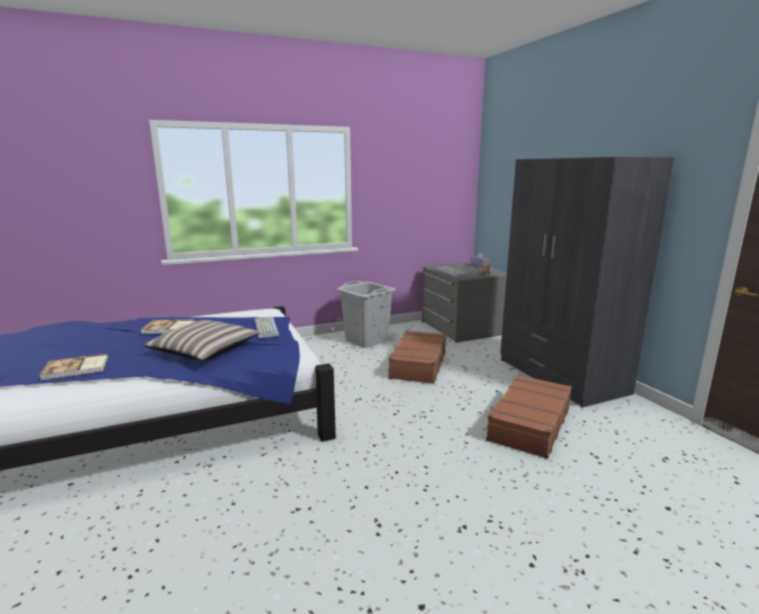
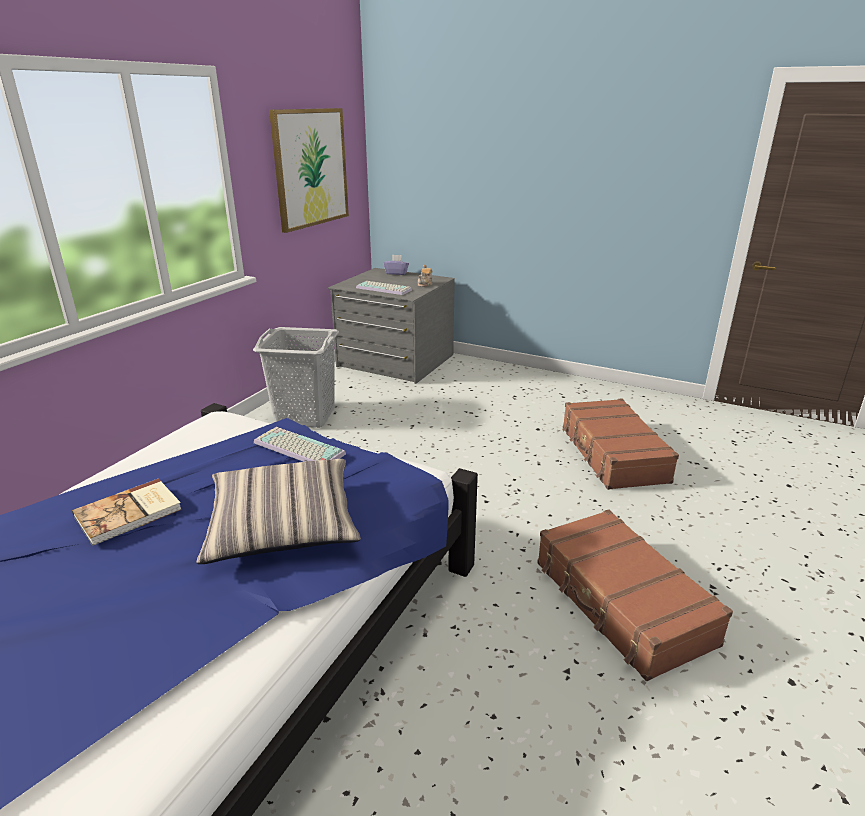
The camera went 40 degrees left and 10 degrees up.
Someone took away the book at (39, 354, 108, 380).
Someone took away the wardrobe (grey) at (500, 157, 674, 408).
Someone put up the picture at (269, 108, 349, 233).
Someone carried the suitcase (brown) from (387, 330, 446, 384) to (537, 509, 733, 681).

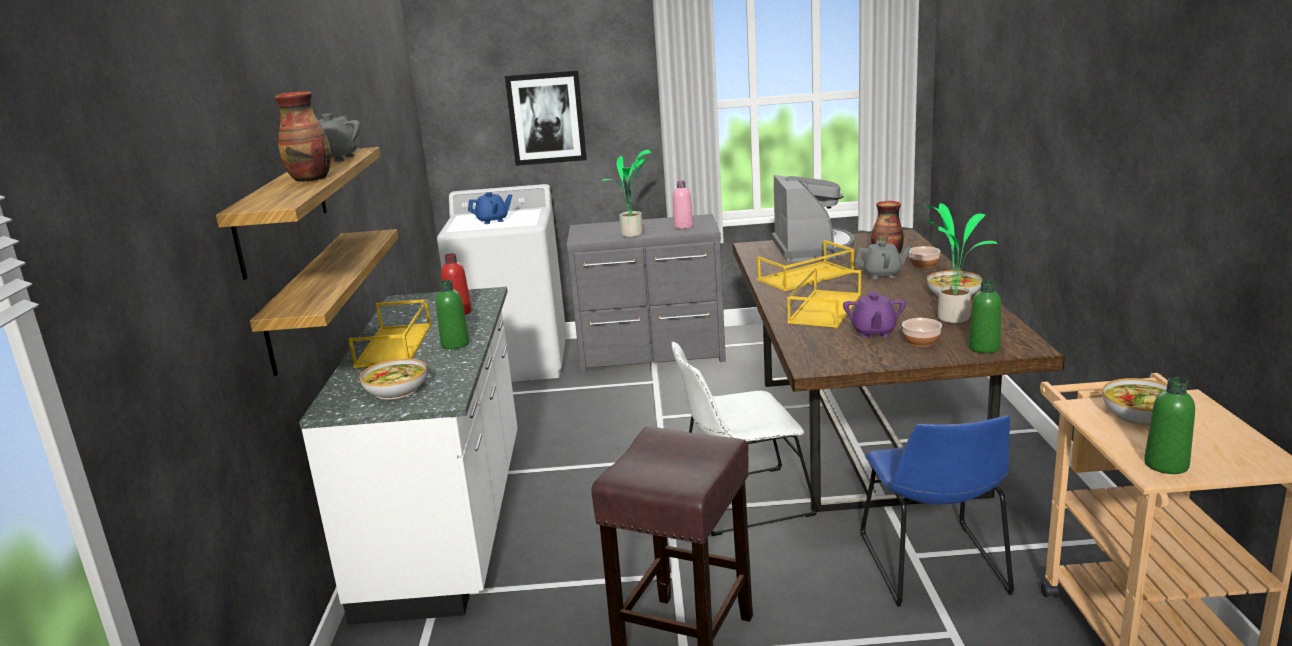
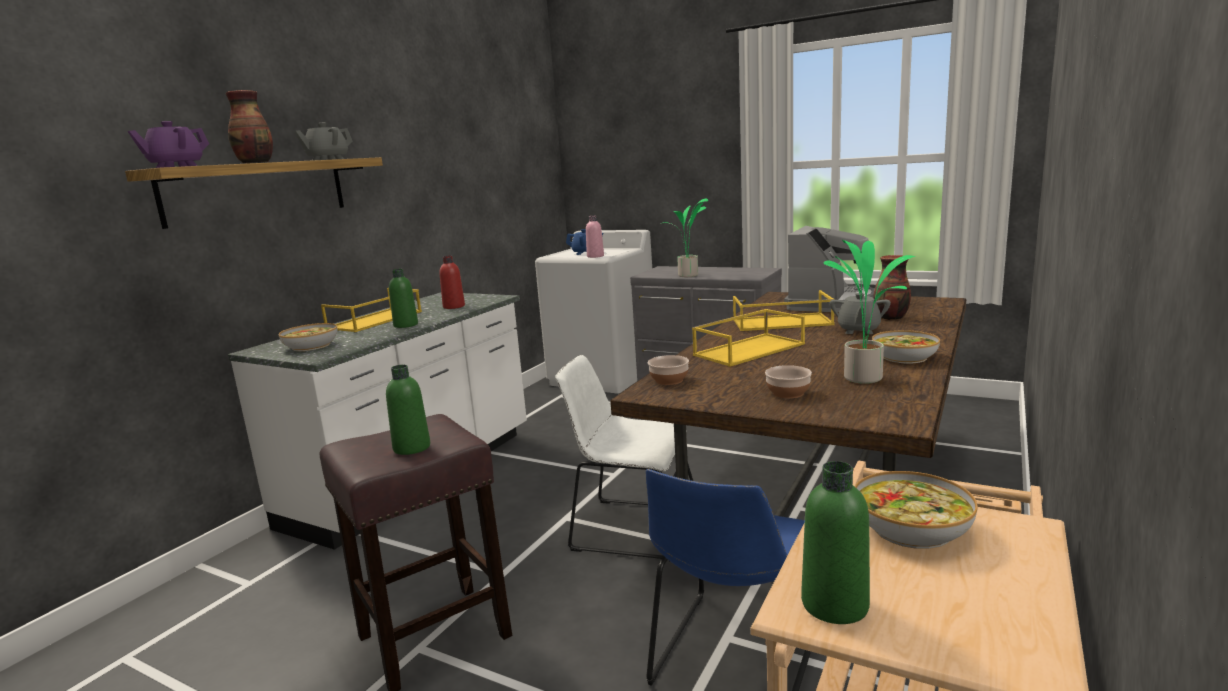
The camera went 30 degrees right and 5 degrees down.
Someone took away the shelf at (250, 229, 398, 376).
Someone took away the picture at (505, 70, 587, 166).
Someone carried the bottle (pink) from (673, 181, 693, 229) to (586, 216, 604, 258).
Someone carried the teapot (purple) from (843, 291, 906, 338) to (128, 121, 209, 168).
Someone carried the bowl from (909, 246, 940, 268) to (648, 355, 689, 385).
Someone carried the bottle (green) from (969, 280, 1001, 353) to (386, 365, 430, 455).
Someone rotated the teapot (grey) at (854, 241, 911, 279) by 75 degrees clockwise.

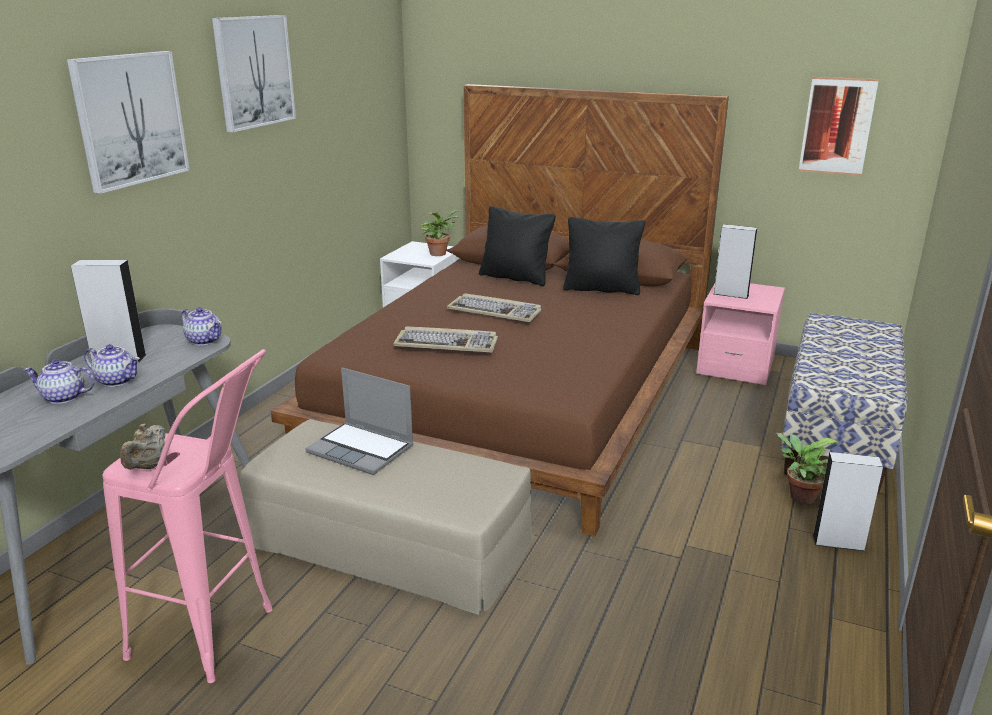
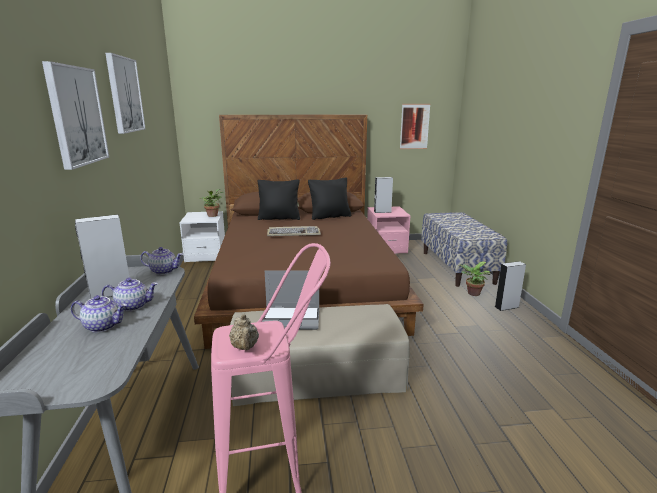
The camera went 30 degrees left and 5 degrees down.
Someone took away the keyboard at (393, 326, 498, 353).
Someone rotated the teapot at (23, 359, 95, 404) by 150 degrees counterclockwise.

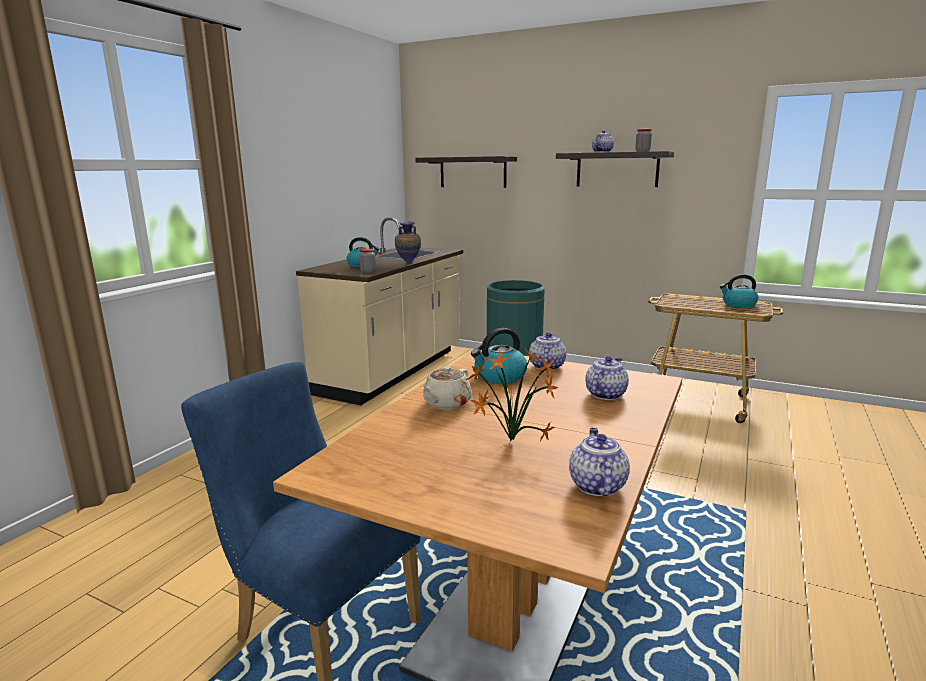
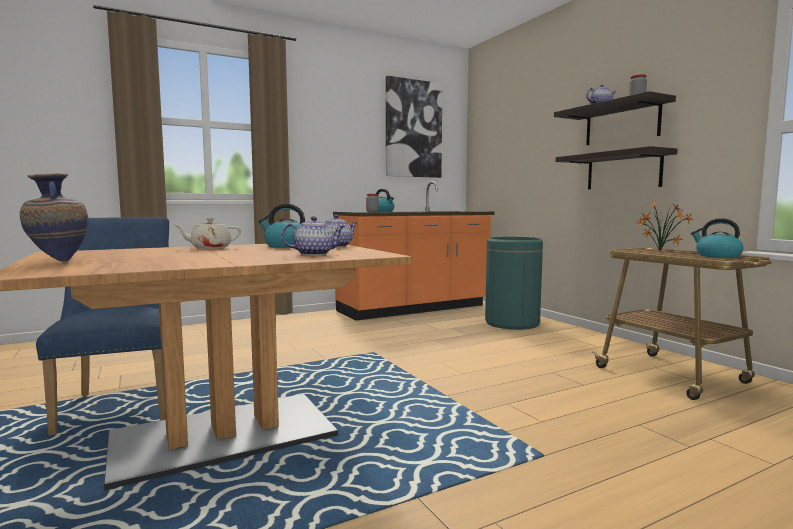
The camera went 35 degrees right and 10 degrees down.
Someone took away the teapot at (569, 428, 630, 496).
Someone put up the picture at (386, 76, 442, 178).
Someone carried the vase from (395, 221, 421, 263) to (20, 173, 89, 262).
Someone carried the shelf from (415, 156, 517, 188) to (556, 146, 678, 189).
Someone carried the potted plant from (465, 348, 559, 442) to (636, 200, 693, 252).
Someone repainted the counter (beige) at (296, 217, 463, 405), which became the counter (orange) at (333, 182, 494, 321).

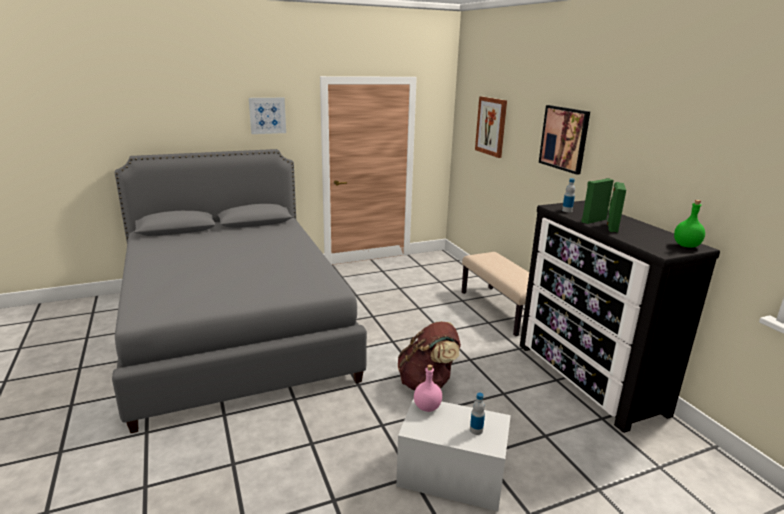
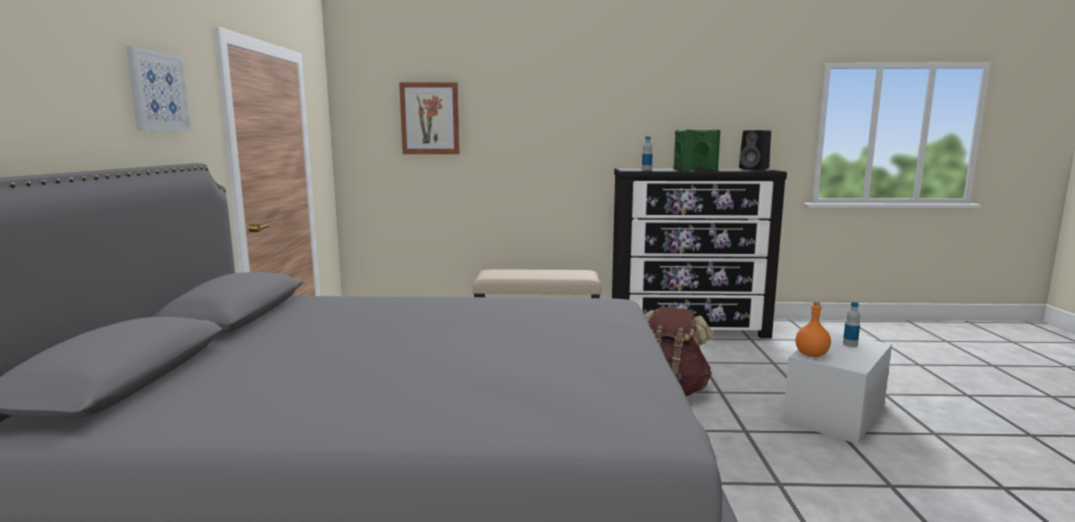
The camera went 65 degrees left and 10 degrees down.
Someone took away the picture at (539, 105, 590, 175).
Someone swapped the bottle (green) at (674, 200, 705, 248) for the speaker (black) at (739, 130, 771, 169).
Someone repainted the bottle (pink) at (414, 365, 442, 412), which became the bottle (orange) at (796, 301, 831, 357).

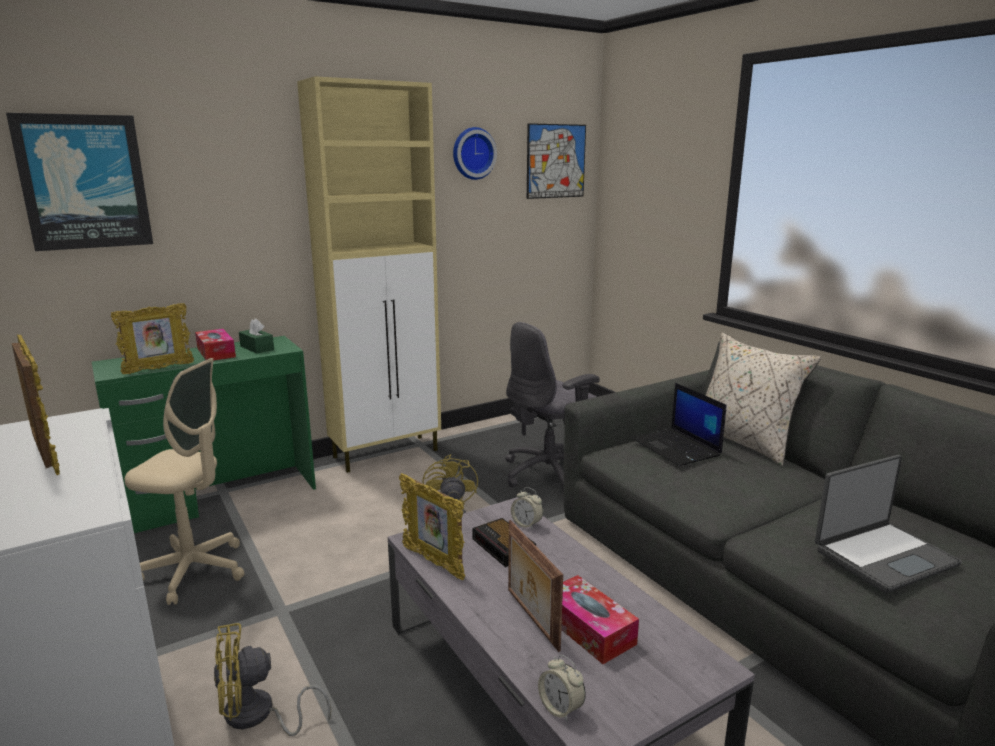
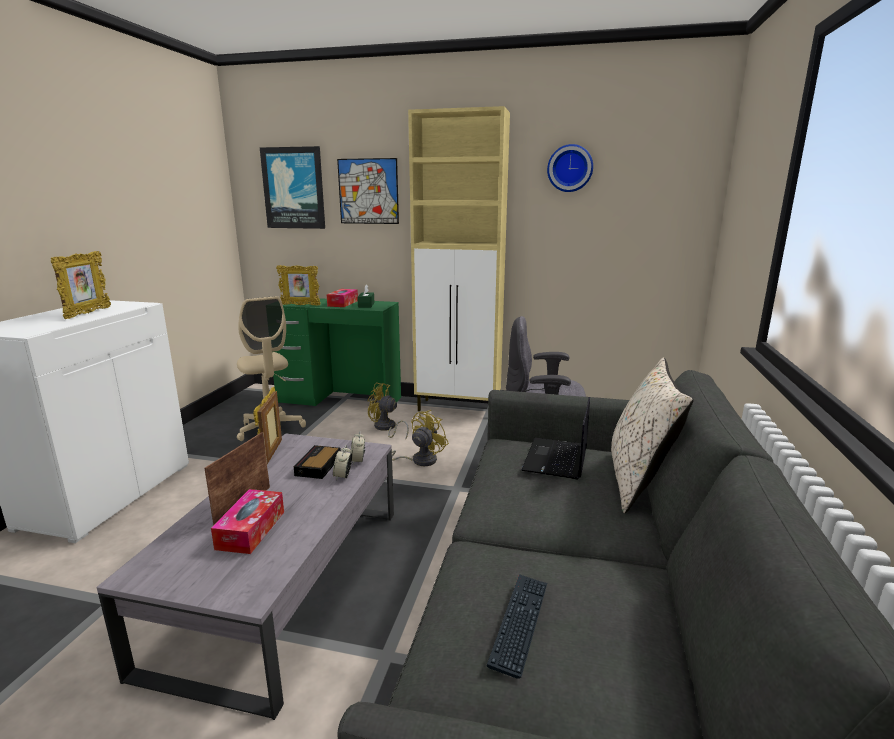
The camera went 45 degrees right and 0 degrees up.
Someone carried the fan (yellow) from (214, 623, 331, 736) to (368, 382, 409, 439).
Someone carried the picture from (527, 123, 586, 199) to (337, 158, 399, 224).
Someone carried the alarm clock from (538, 655, 586, 722) to (333, 445, 352, 481).
Someone swapped the laptop at (815, 455, 962, 593) for the keyboard at (487, 574, 547, 679).

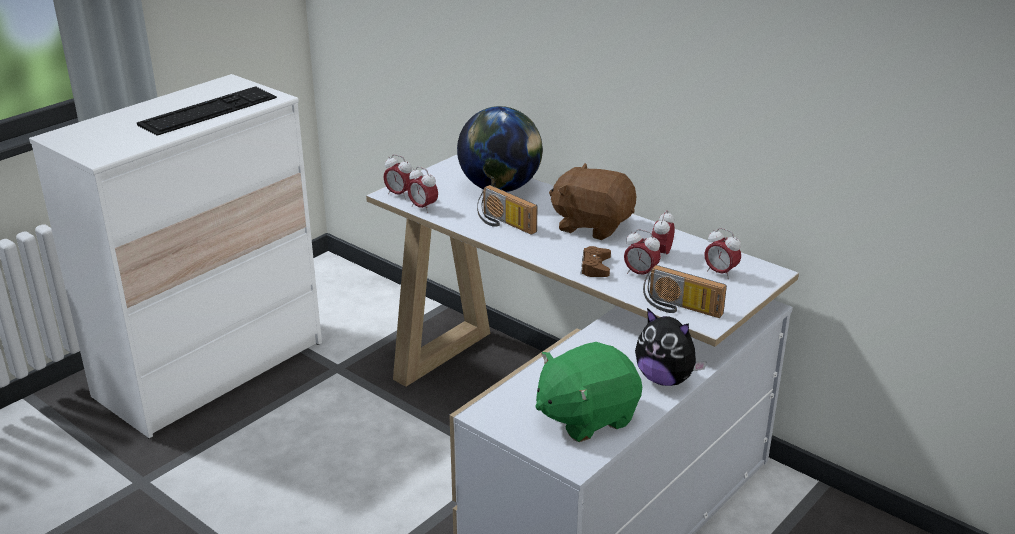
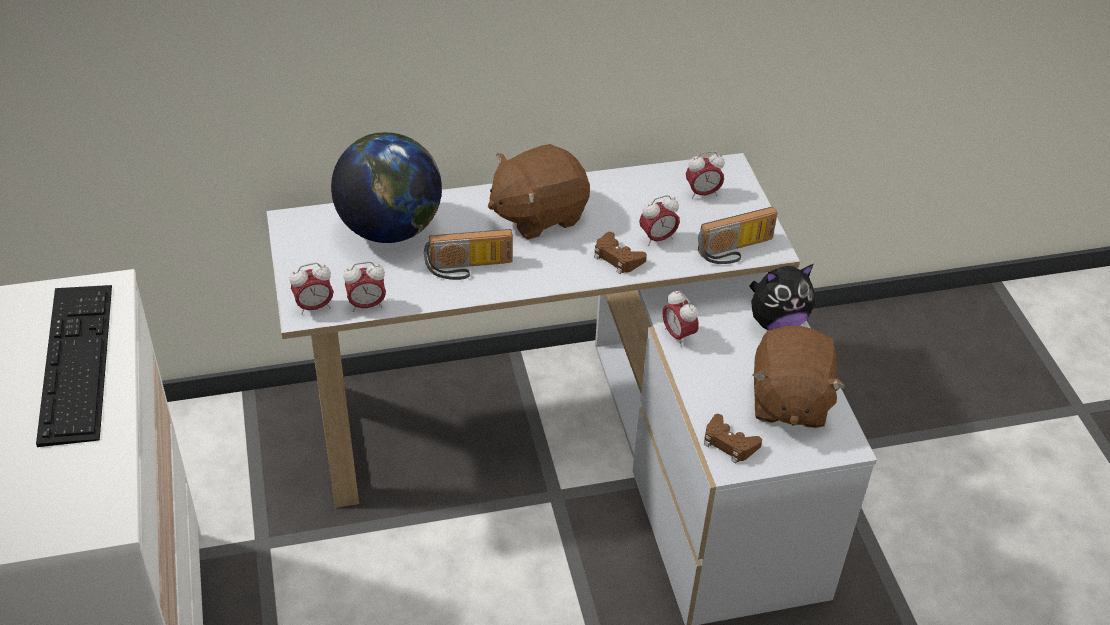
The camera went 55 degrees left and 15 degrees up.
Someone put down the game controller (brown) at (704, 414, 762, 463).
Someone carried the alarm clock from (651, 210, 675, 255) to (663, 290, 699, 346).
Someone repainted the plush toy (green) at (536, 342, 642, 442), which became the plush toy (brown) at (753, 326, 846, 428).

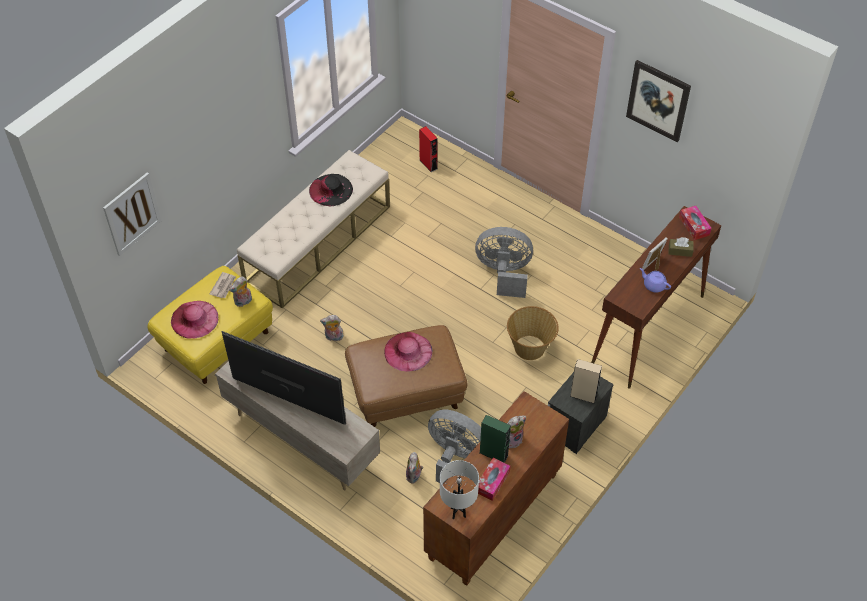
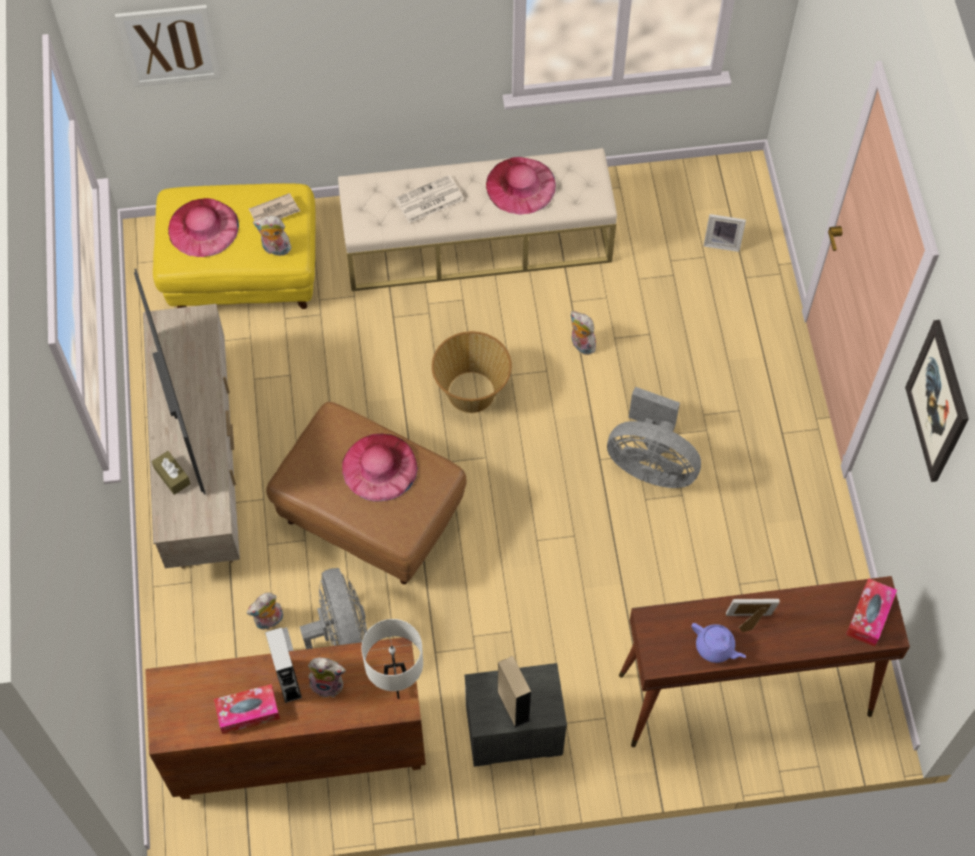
The camera went 45 degrees right and 10 degrees up.
Someone put down the newspaper at (395, 175, 464, 223).
Someone carried the plush toy from (320, 315, 344, 341) to (571, 311, 597, 355).
Someone carried the table lamp (white) from (440, 460, 479, 520) to (361, 619, 423, 699).
Someone carried the basket from (507, 306, 559, 360) to (432, 331, 512, 413).
Someone carried the tissue box (brown) from (669, 237, 694, 257) to (152, 451, 191, 495).
Someone swapped the speaker (red) at (419, 126, 437, 172) for the picture frame at (704, 214, 746, 252).
Someone repainted the hat (black) at (309, 174, 353, 206), which became the hat (pink) at (486, 157, 556, 215).
Someone repainted the speaker (green) at (479, 415, 511, 463), which became the speaker (grey) at (265, 627, 302, 703).
Someone rotated the fan (grey) at (475, 227, 533, 298) by 150 degrees clockwise.
Someone rotated the teapot (purple) at (640, 268, 671, 292) by 135 degrees clockwise.

